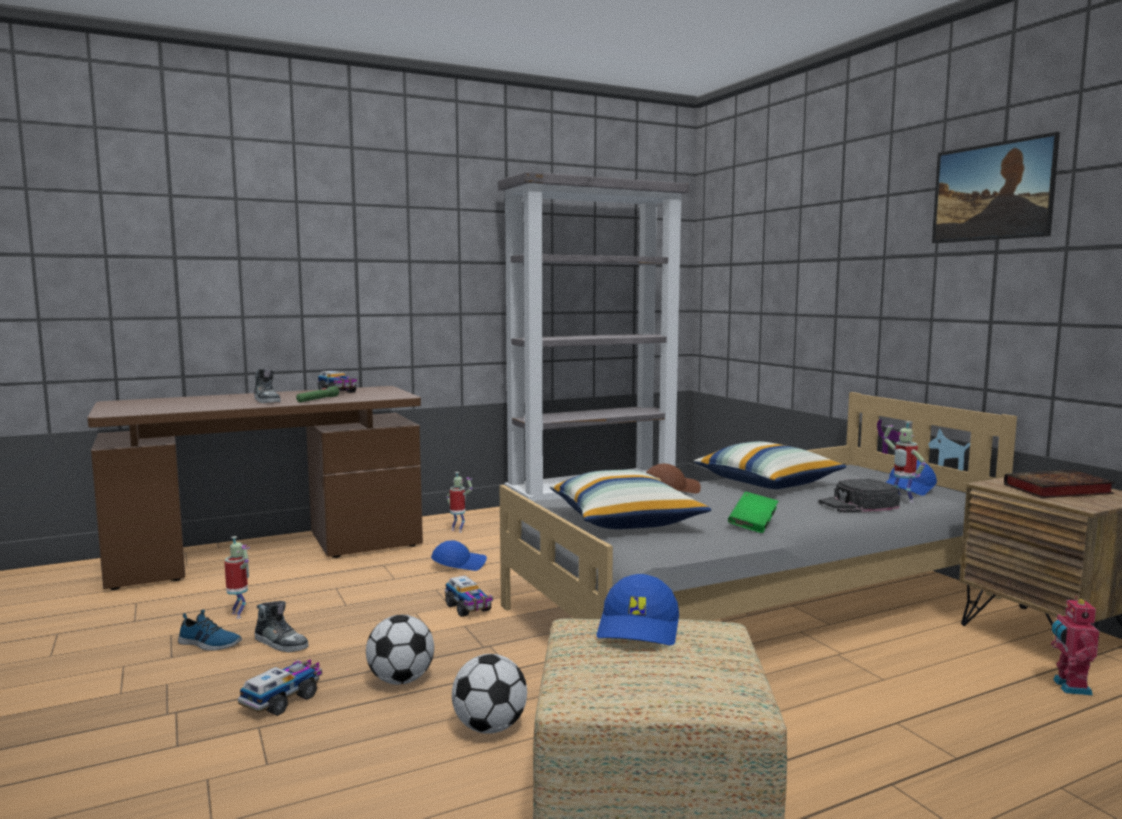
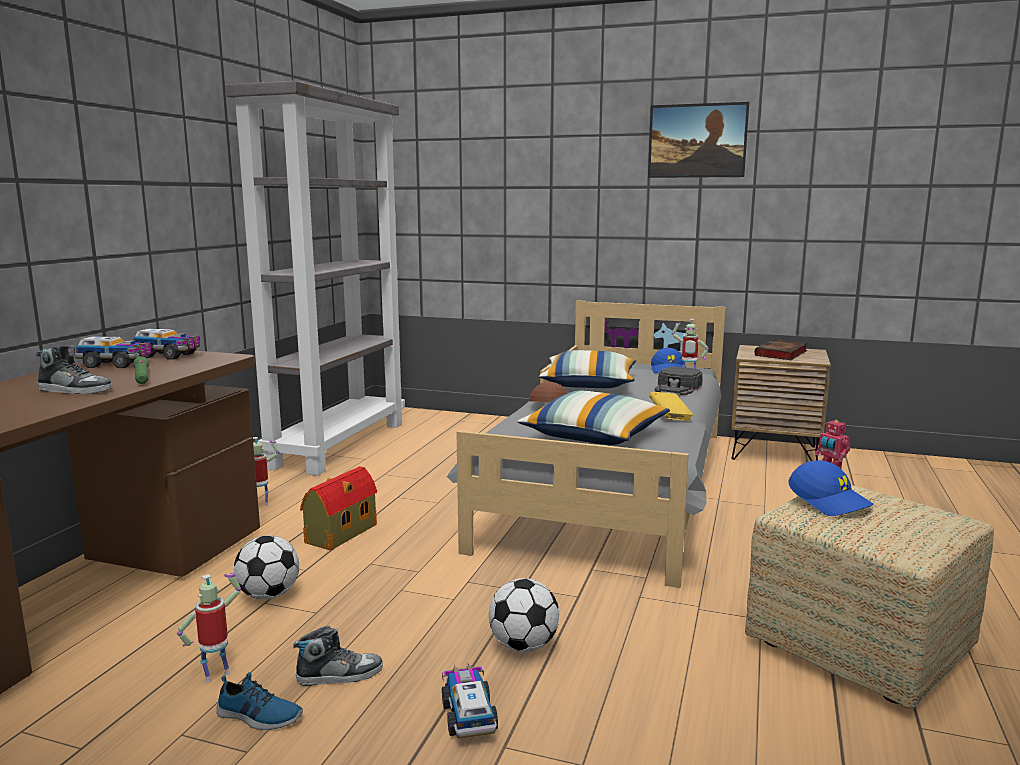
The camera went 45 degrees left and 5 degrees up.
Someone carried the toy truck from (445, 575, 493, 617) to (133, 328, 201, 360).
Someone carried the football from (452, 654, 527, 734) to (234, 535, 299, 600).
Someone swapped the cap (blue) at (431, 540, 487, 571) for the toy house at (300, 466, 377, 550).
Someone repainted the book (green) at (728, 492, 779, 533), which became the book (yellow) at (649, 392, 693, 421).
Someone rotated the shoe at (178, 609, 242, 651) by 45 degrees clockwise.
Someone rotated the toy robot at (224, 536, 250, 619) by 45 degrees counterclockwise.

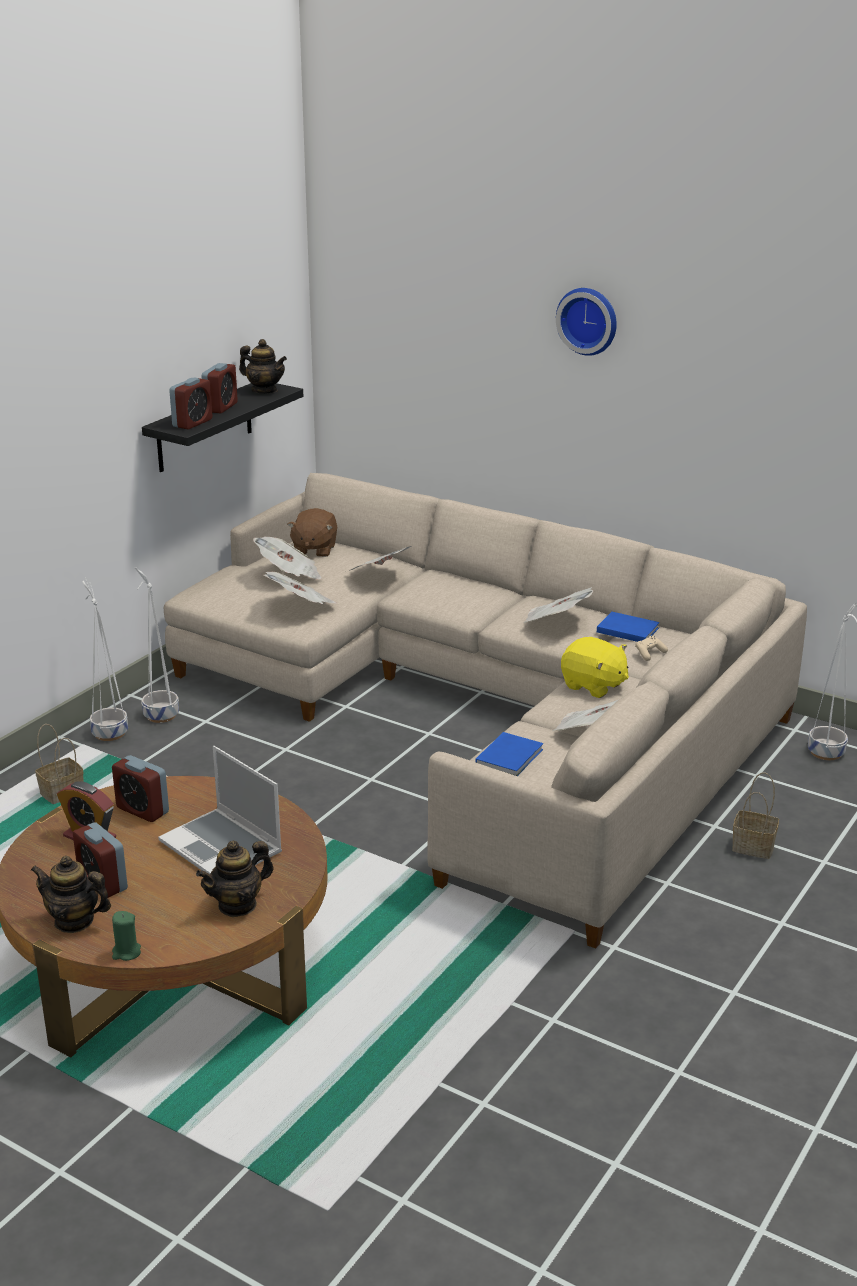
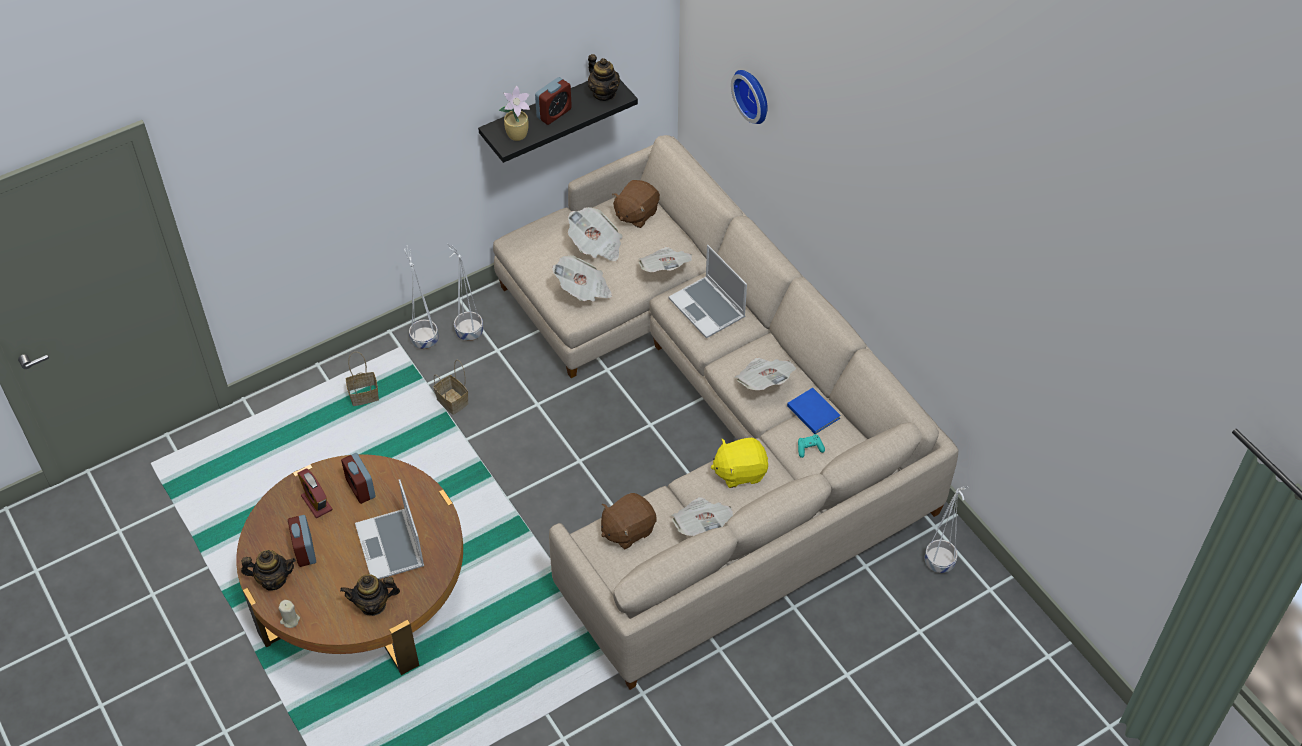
The camera went 25 degrees right and 25 degrees up.
Someone put down the laptop at (668, 245, 747, 338).
Someone carried the wall clock from (556, 288, 617, 356) to (731, 70, 768, 124).
Someone carried the basket from (732, 773, 779, 859) to (434, 359, 469, 415).
Someone swapped the alarm clock at (169, 377, 213, 430) for the potted plant at (498, 86, 530, 141).
Someone swapped the book (blue) at (475, 732, 543, 776) for the plush toy (brown) at (601, 493, 657, 549).
Someone repainted the candle (green) at (112, 911, 141, 961), which became the candle (beige) at (279, 600, 300, 628).
Someone repainted the game controller (beige) at (635, 636, 668, 661), which became the game controller (turquoise) at (798, 434, 825, 458).
Someone rotated the teapot at (31, 856, 111, 933) by 135 degrees clockwise.
Someone rotated the plush toy (yellow) at (561, 637, 629, 698) by 105 degrees clockwise.

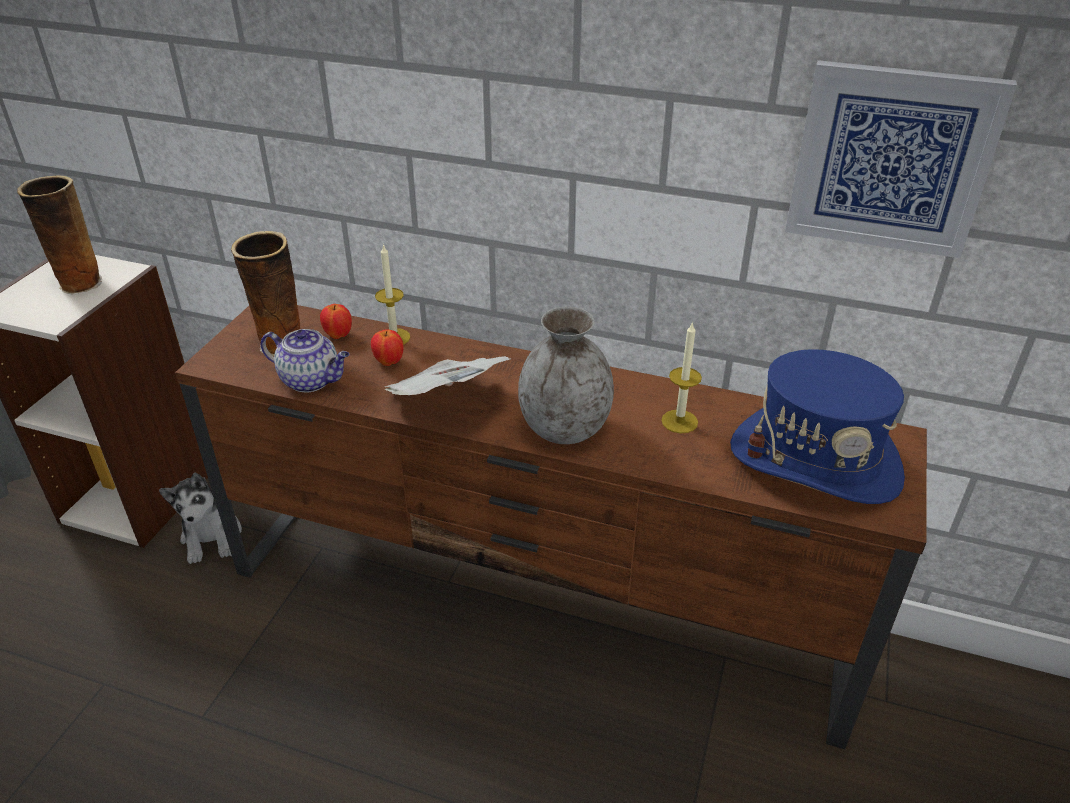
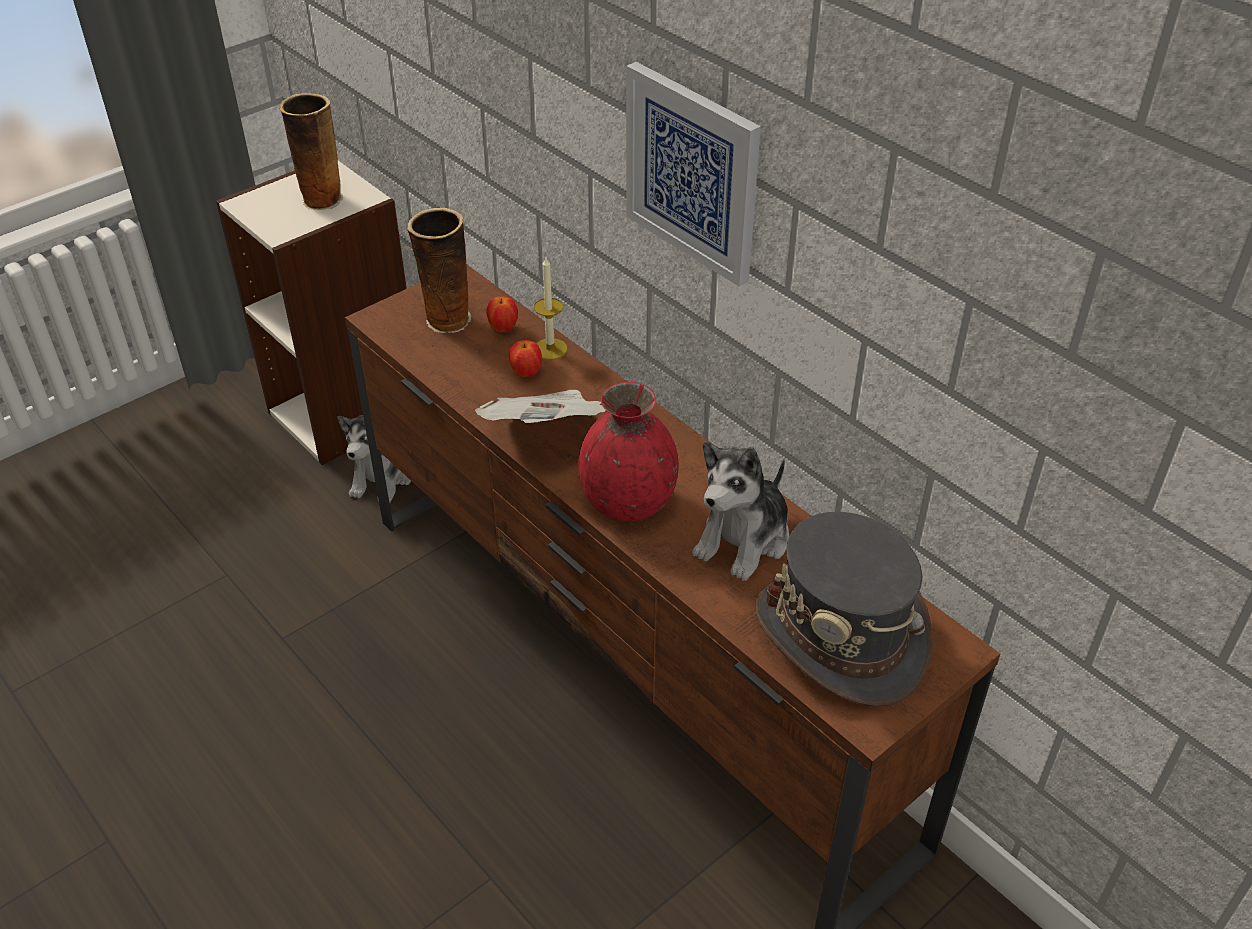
The camera went 30 degrees right and 5 degrees up.
Someone took away the teapot at (260, 329, 349, 392).
Someone carried the picture from (785, 60, 1017, 258) to (626, 62, 761, 287).
Someone swapped the candle at (661, 322, 702, 433) for the plush toy at (692, 441, 789, 581).
Someone repainted the vase (grey) at (518, 307, 614, 444), which became the vase (red) at (578, 382, 679, 522).
Someone repainted the hat (blue) at (730, 349, 905, 504), which became the hat (grey) at (755, 512, 933, 707).

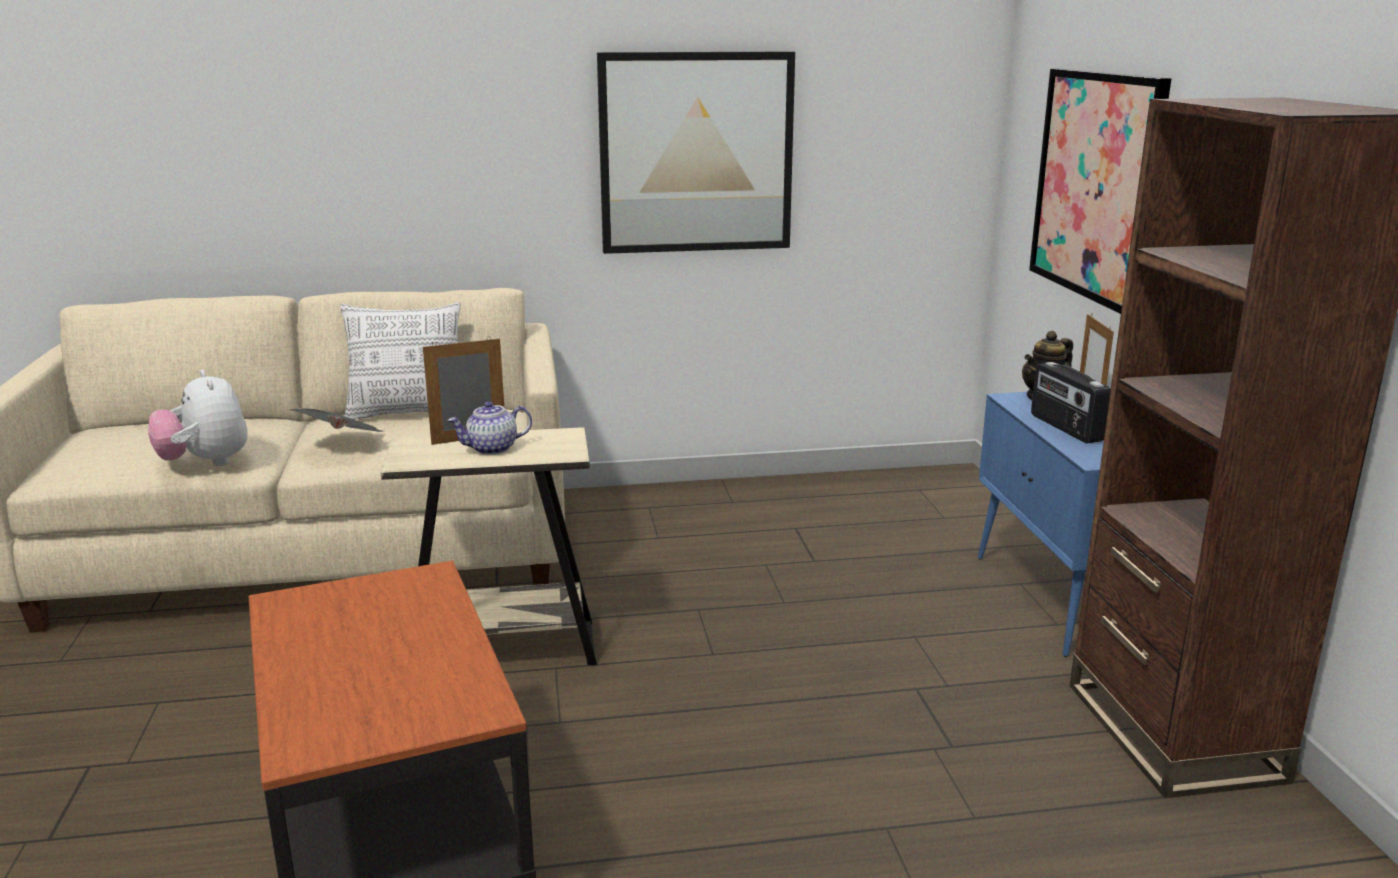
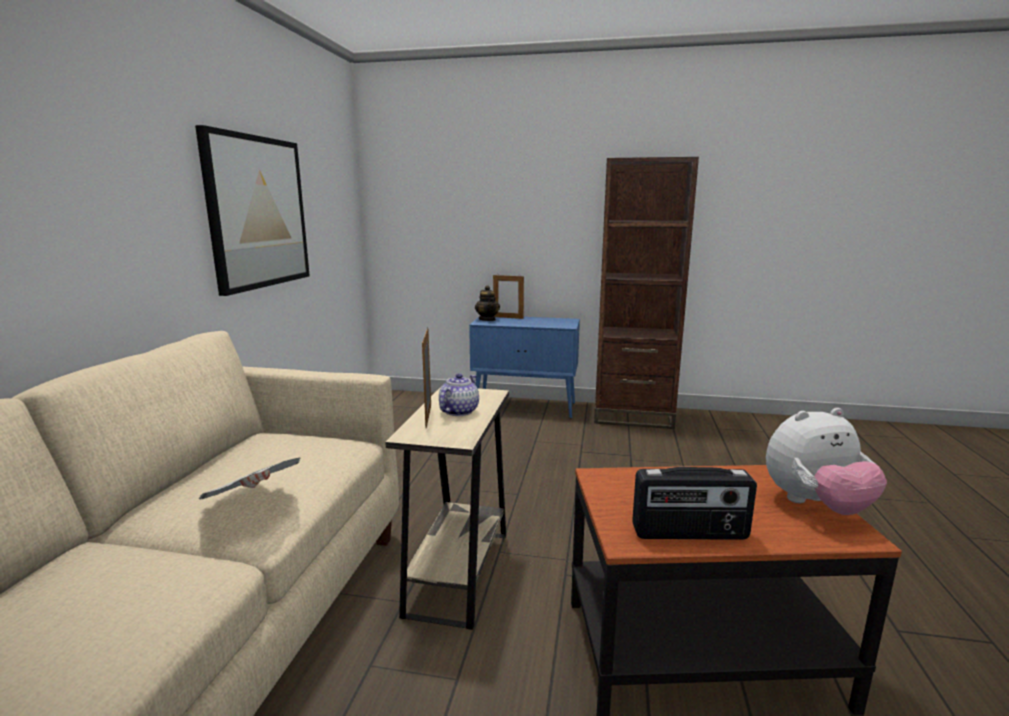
The camera went 70 degrees left and 5 degrees down.
Someone took away the pillow at (340, 302, 461, 420).
Someone took away the picture at (1029, 68, 1171, 314).
Someone carried the plush toy from (148, 370, 248, 466) to (766, 408, 887, 515).
Someone carried the radio from (1031, 362, 1111, 443) to (632, 467, 757, 540).
Someone rotated the teapot at (448, 401, 532, 455) by 150 degrees counterclockwise.

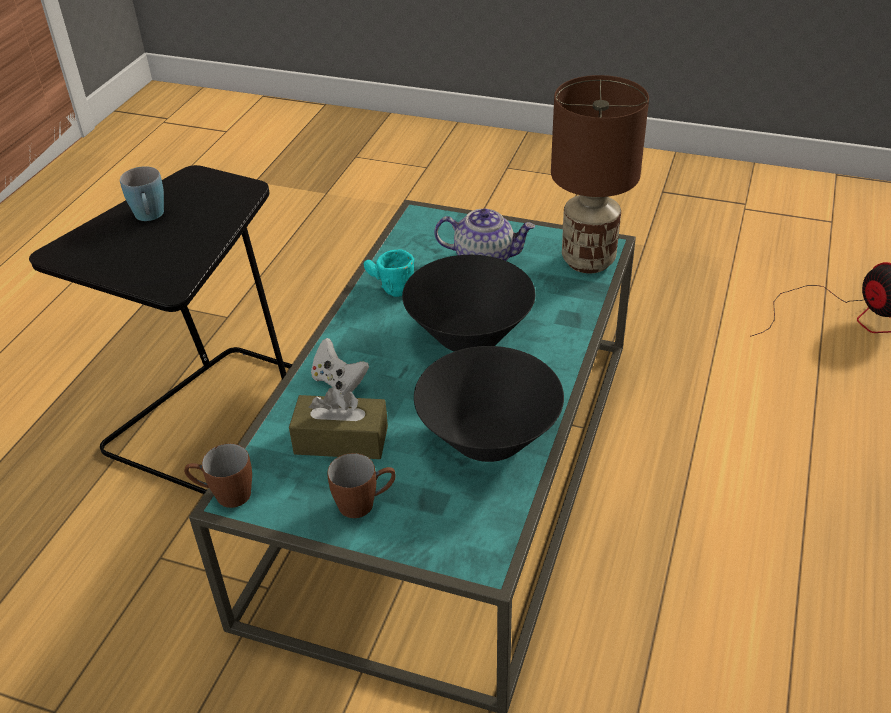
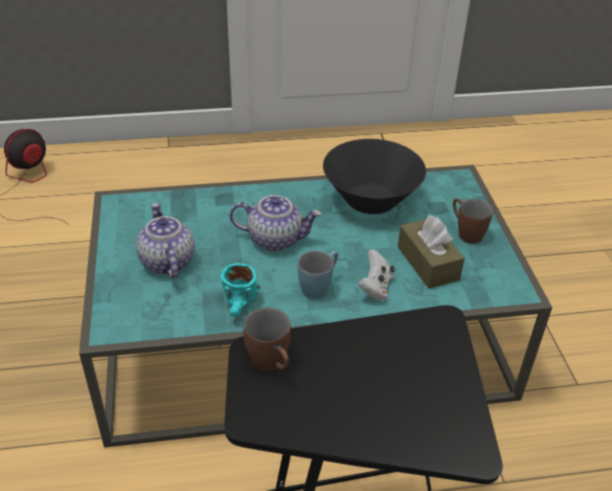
The camera went 120 degrees left and 0 degrees up.
Someone took away the table lamp (brown) at (551, 75, 649, 273).
Someone carried the mug (blue) from (120, 166, 164, 221) to (298, 251, 338, 299).
Someone carried the mug (brown) from (184, 443, 252, 508) to (243, 308, 291, 371).
Someone swapped the bowl (black) at (402, 255, 536, 352) for the teapot at (230, 195, 321, 251).

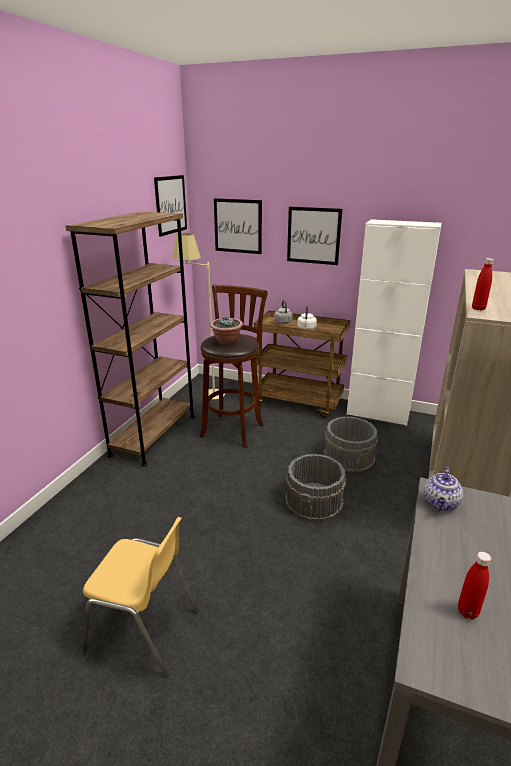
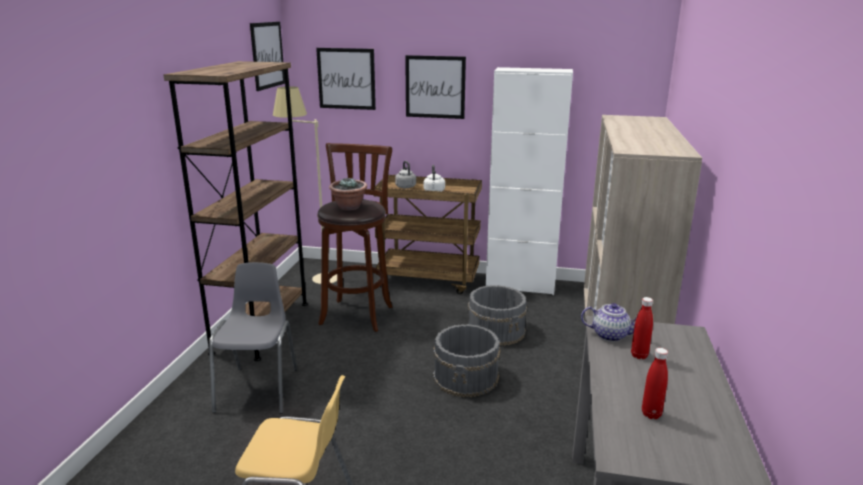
The camera went 10 degrees left and 5 degrees down.
Someone put down the chair (grey) at (209, 262, 297, 414).
Someone carried the bottle (red) from (472, 258, 494, 311) to (631, 297, 653, 359).
Someone rotated the teapot at (424, 467, 463, 511) by 90 degrees counterclockwise.

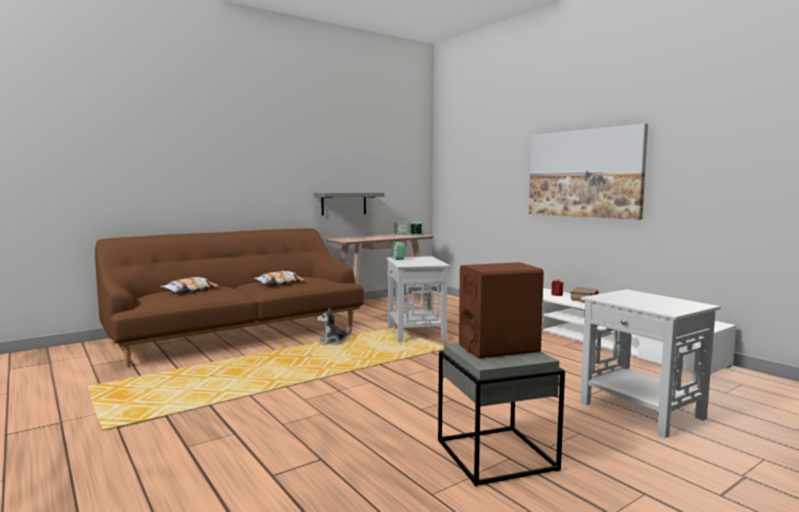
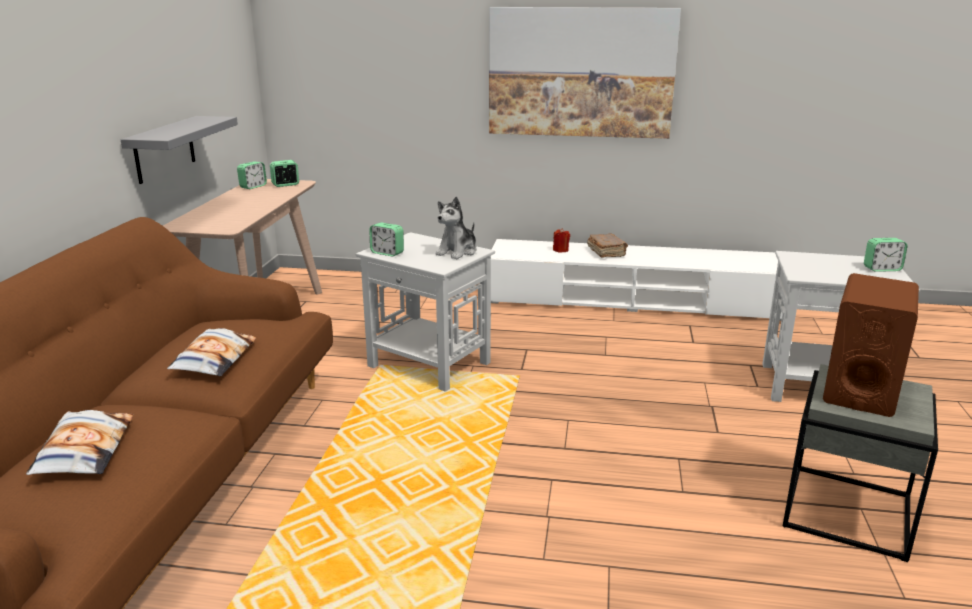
The camera went 45 degrees left and 15 degrees up.
Someone put down the alarm clock at (864, 238, 908, 272).
Someone carried the plush toy from (317, 308, 352, 345) to (436, 196, 477, 260).

